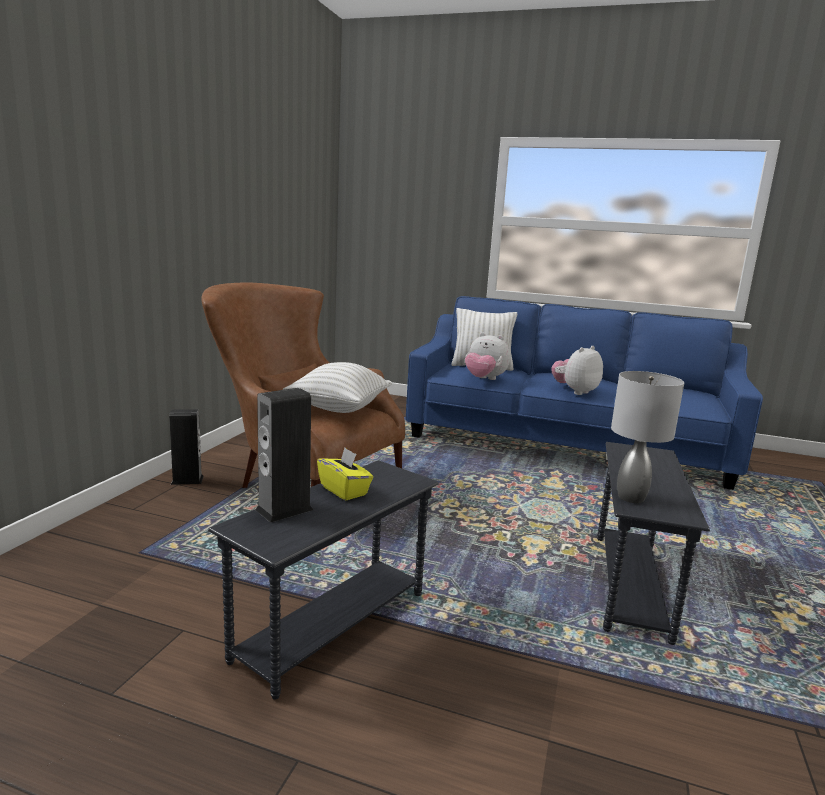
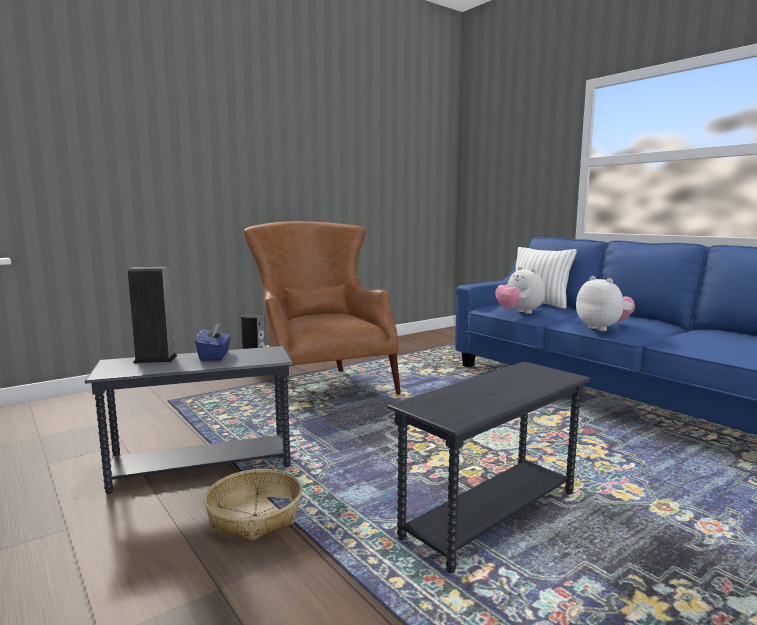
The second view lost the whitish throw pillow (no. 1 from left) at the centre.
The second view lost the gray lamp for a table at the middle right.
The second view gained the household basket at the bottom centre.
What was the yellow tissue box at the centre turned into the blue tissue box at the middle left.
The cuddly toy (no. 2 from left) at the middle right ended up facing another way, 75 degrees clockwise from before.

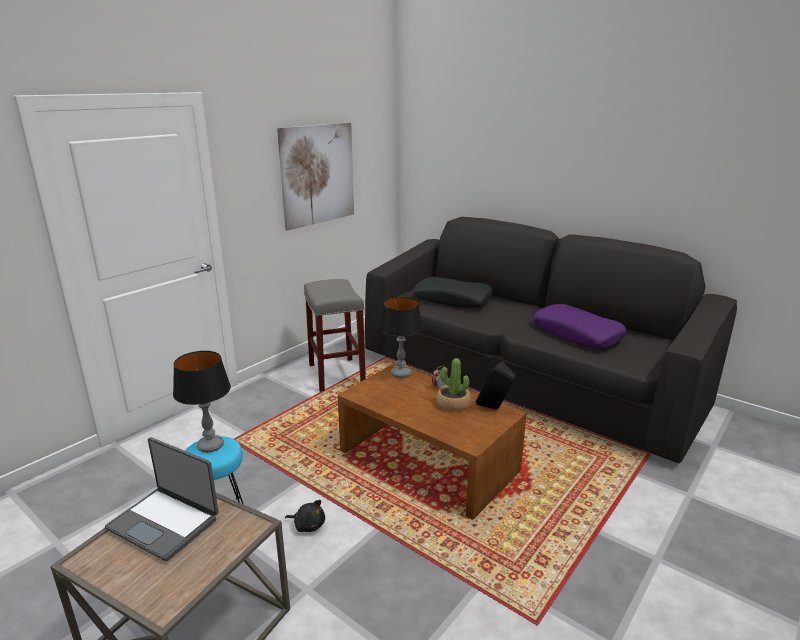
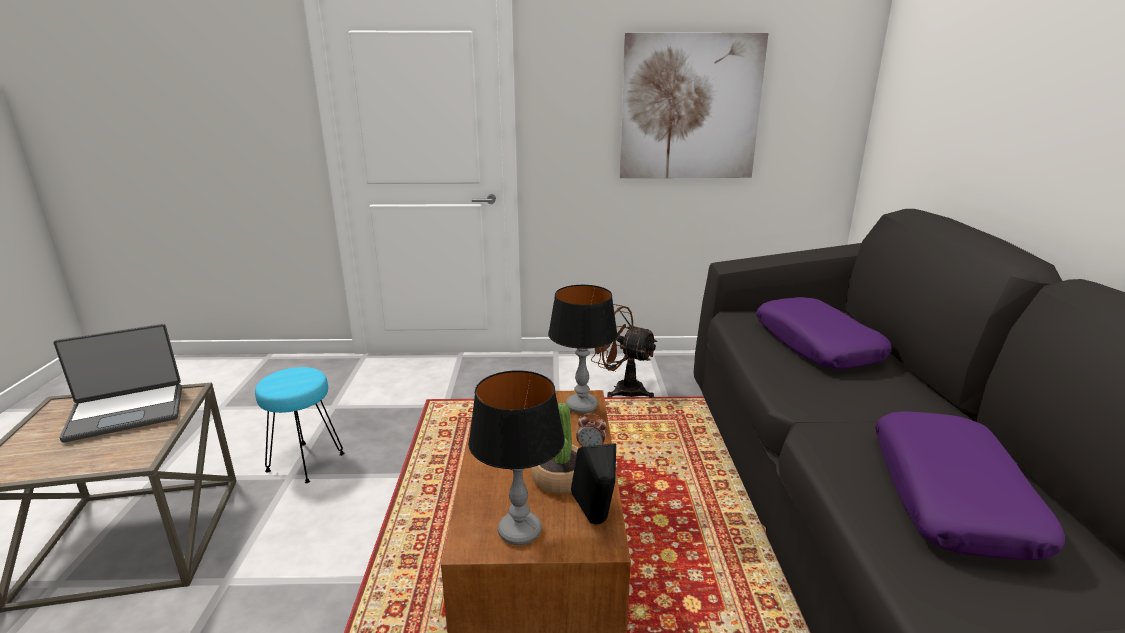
The second view lost the black cuddly toy at the bottom centre.
The lamp for a table (no. 1 from left) ended up elsewhere, having gone from the middle left to the bottom centre.
Where the gray stool seat stood at the centre, the brownish cooling fan came to stand at the centre.
What was the black throw pillow at the centre turned into the purplish throw pillow (no. 1 from left) at the middle right.
The portable computer at the bottom left ended up facing another way, 105 degrees counterclockwise from before.

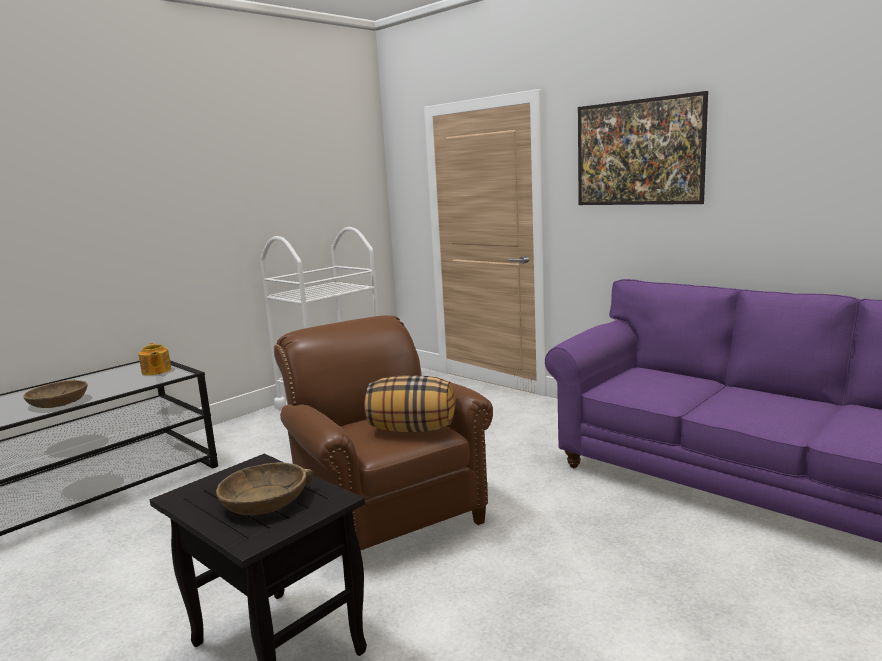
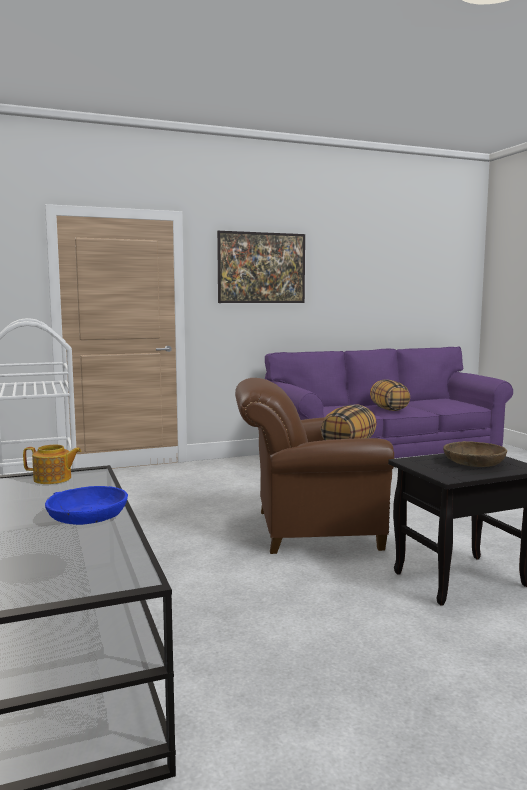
The second view gained the throw pillow (no. 2 from left) at the middle right.
What was the brownish deep dish (no. 1 from left) at the middle left turned into the blue deep dish at the middle left.

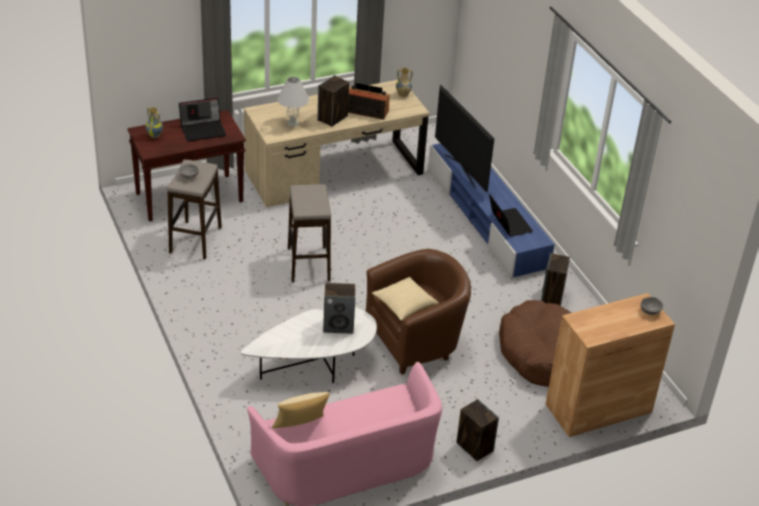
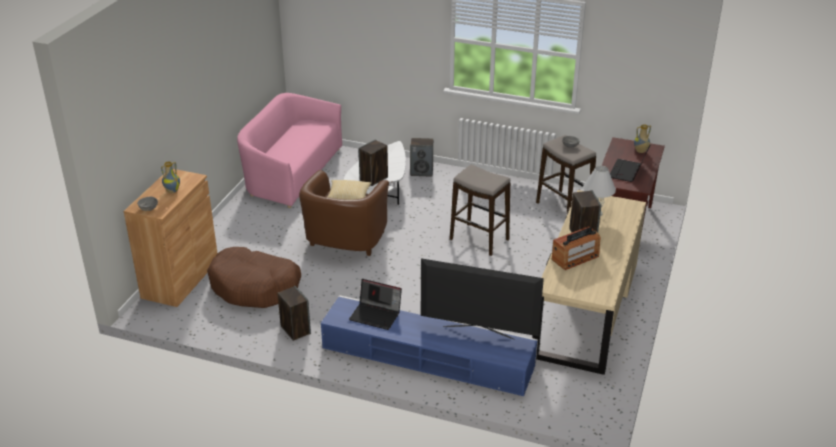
The second view lost the throw pillow (no. 1 from left) at the bottom centre.
The flower vase (no. 2 from left in the first image) ended up elsewhere, having gone from the top centre to the middle left.
The speaker (no. 3 from left) ended up elsewhere, having gone from the bottom centre to the centre.

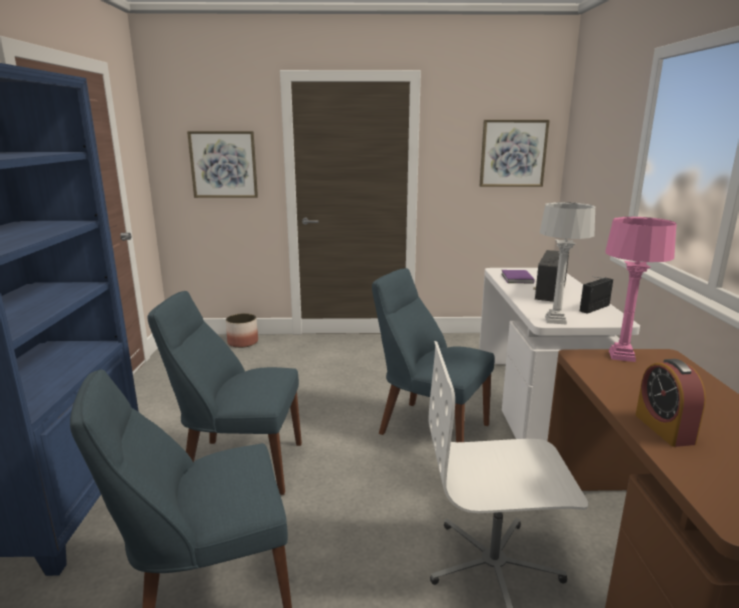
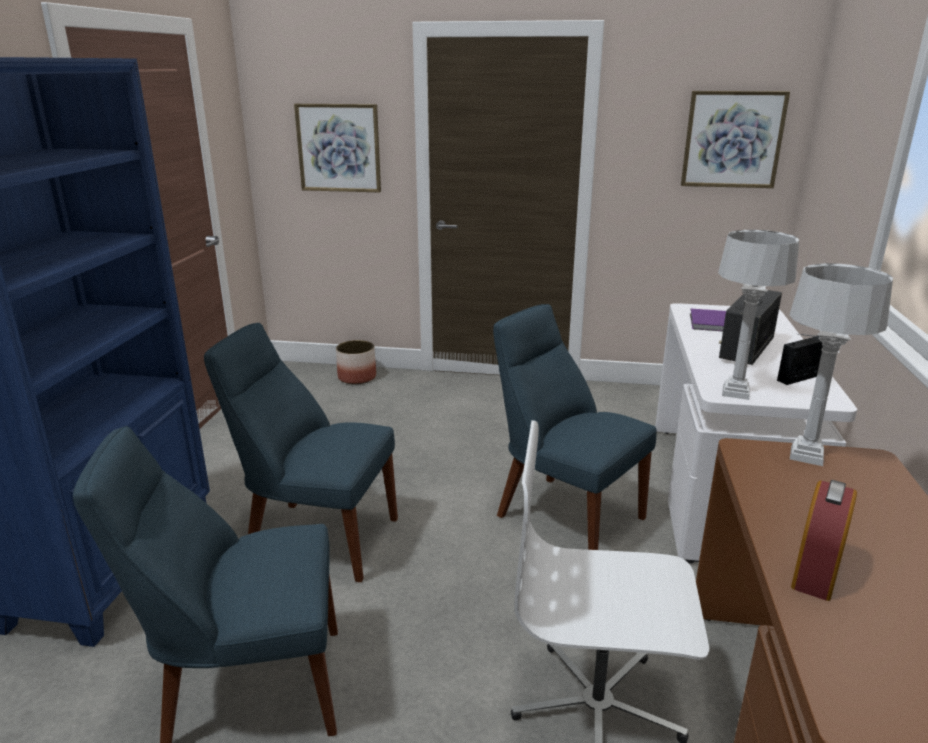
What was the pinkish lamp for a table at the middle right turned into the gray lamp for a table (no. 2 from left) at the middle right.
The table clock at the middle right ended up facing another way, 150 degrees counterclockwise from before.

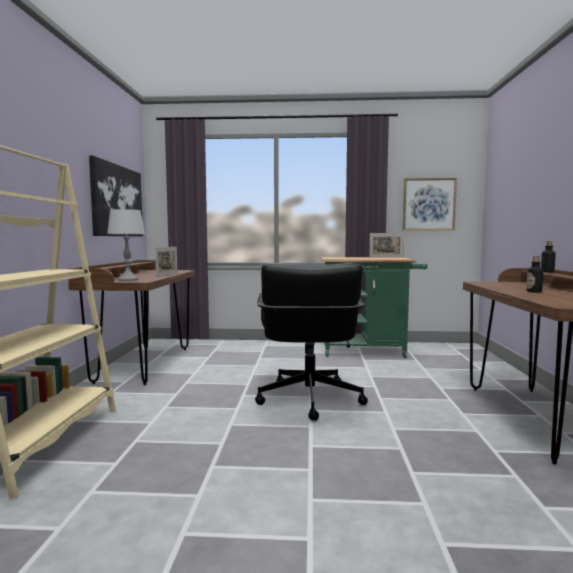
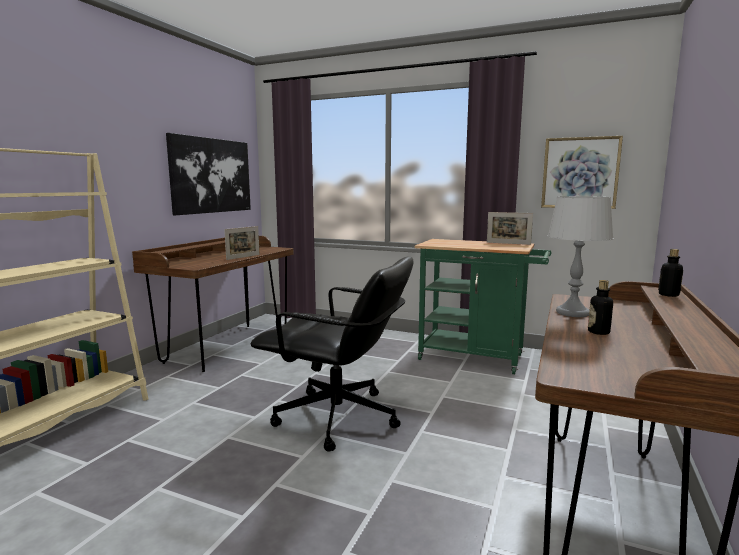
The gray lamp for a table ended up elsewhere, having gone from the middle left to the middle right.
The black computer chair at the centre ended up facing another way, 90 degrees counterclockwise from before.

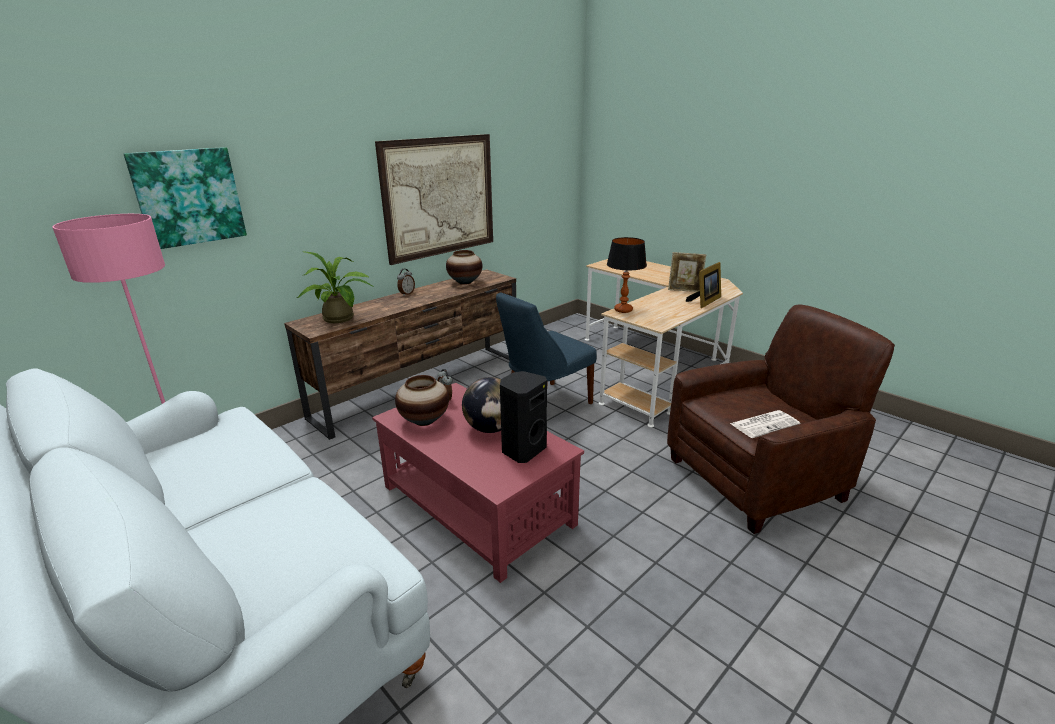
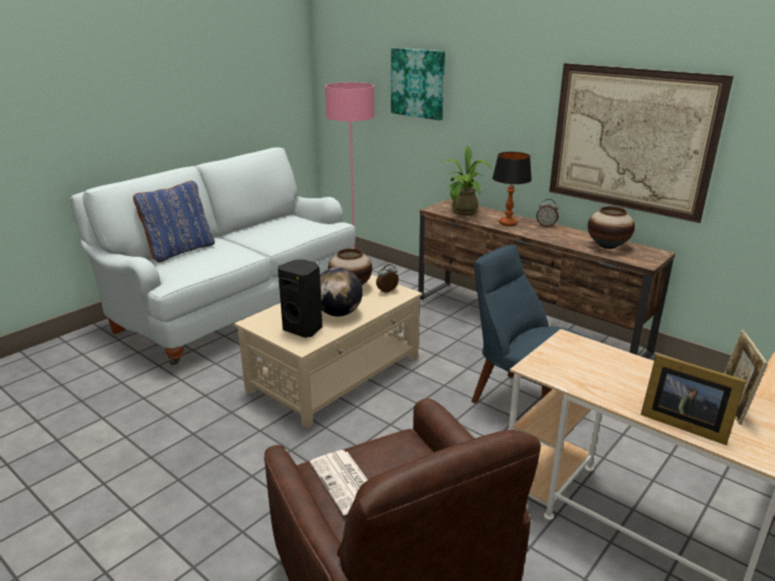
The second view gained the blue throw pillow at the middle left.
The lamp for a table ended up elsewhere, having gone from the centre to the top centre.
What was the red-coloured low table at the bottom centre turned into the beige low table at the centre.

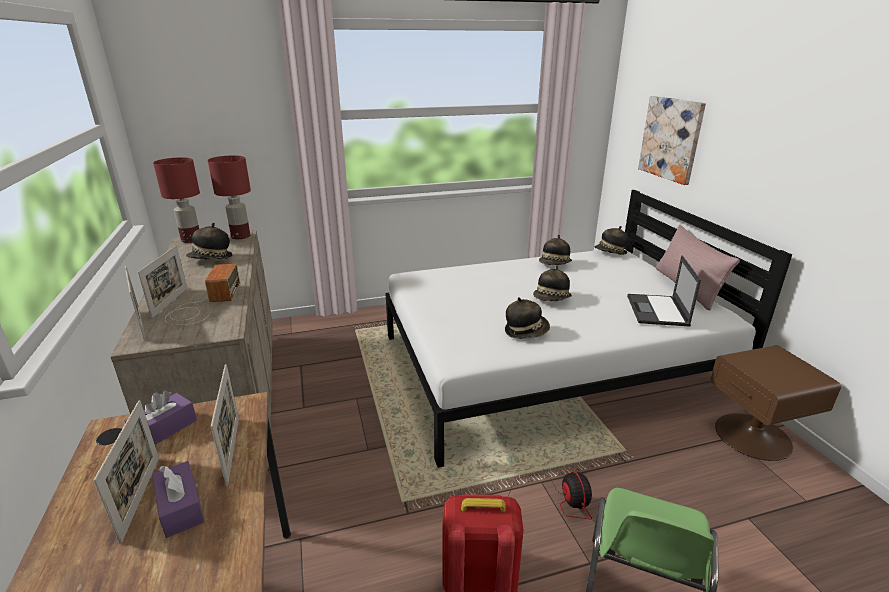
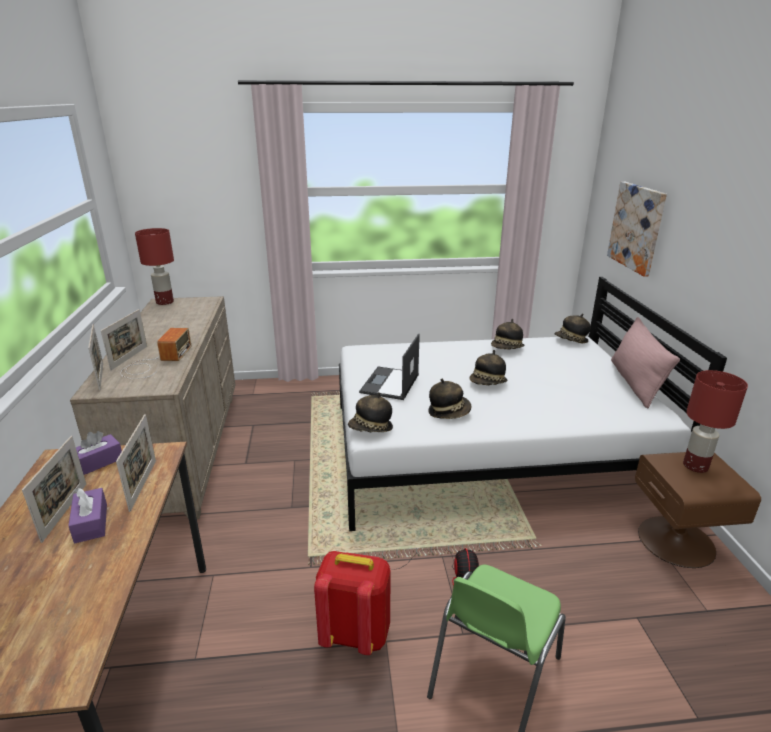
The clothing hat (no. 1 from left) ended up elsewhere, having gone from the middle left to the centre.
The red-coloured lamp for a table (no. 2 from left) ended up elsewhere, having gone from the top left to the middle right.
The portable computer ended up elsewhere, having gone from the middle right to the centre.

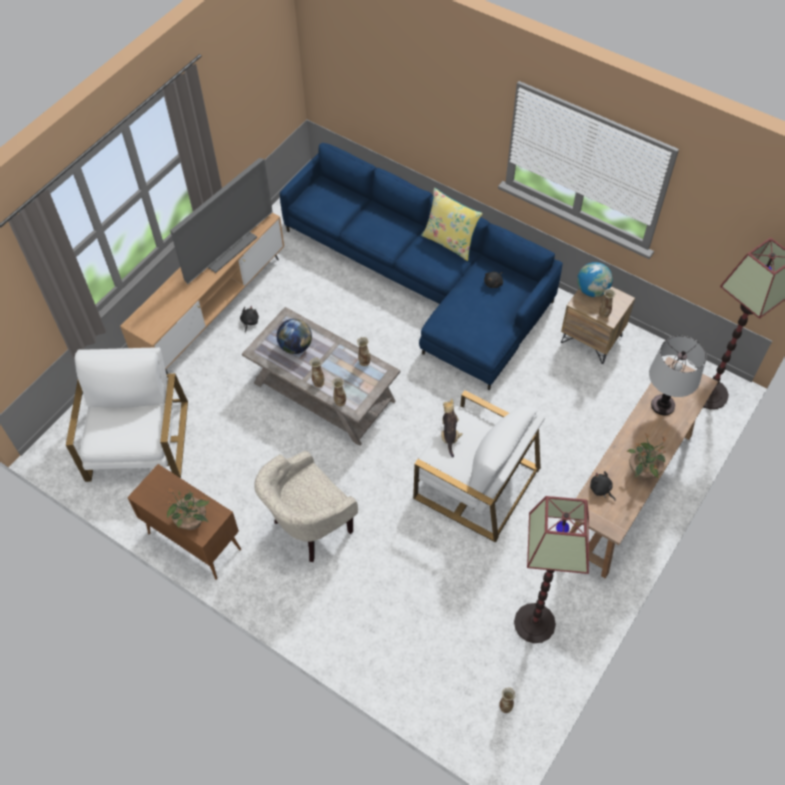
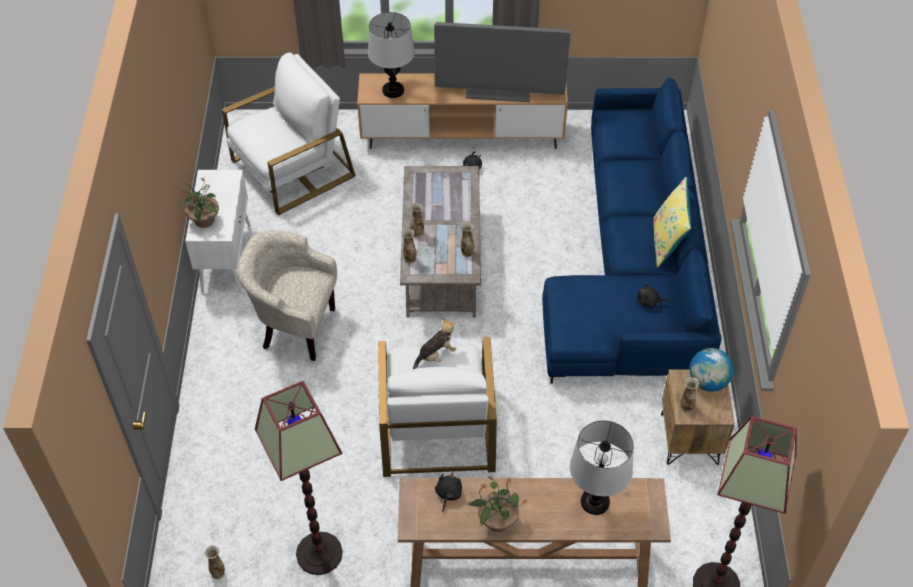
The second view lost the globe (no. 1 from left) at the centre.
The second view gained the lamp for a table (no. 1 from left) at the top centre.
What was the brownish cabinet at the middle left turned into the whitish cabinet at the middle left.

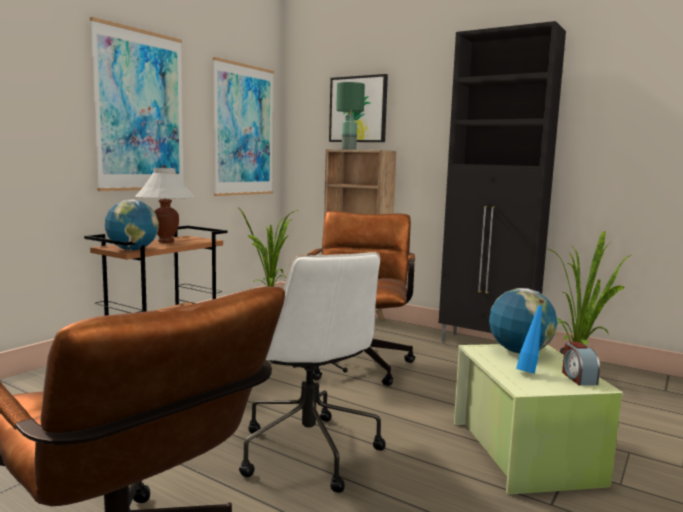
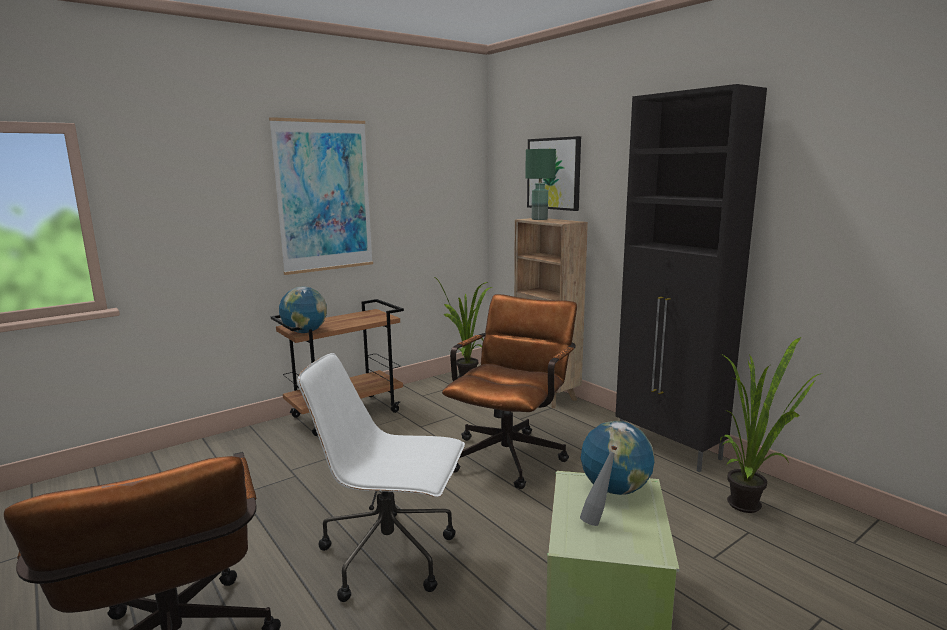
The second view lost the whitish lamp for a table at the middle left.
The second view lost the picture (no. 2 from left) at the top centre.
The second view lost the table clock at the bottom right.
What was the blue drink bottle at the middle right turned into the gray drink bottle at the bottom centre.
The whitish computer chair at the bottom centre ended up facing another way, 105 degrees clockwise from before.

